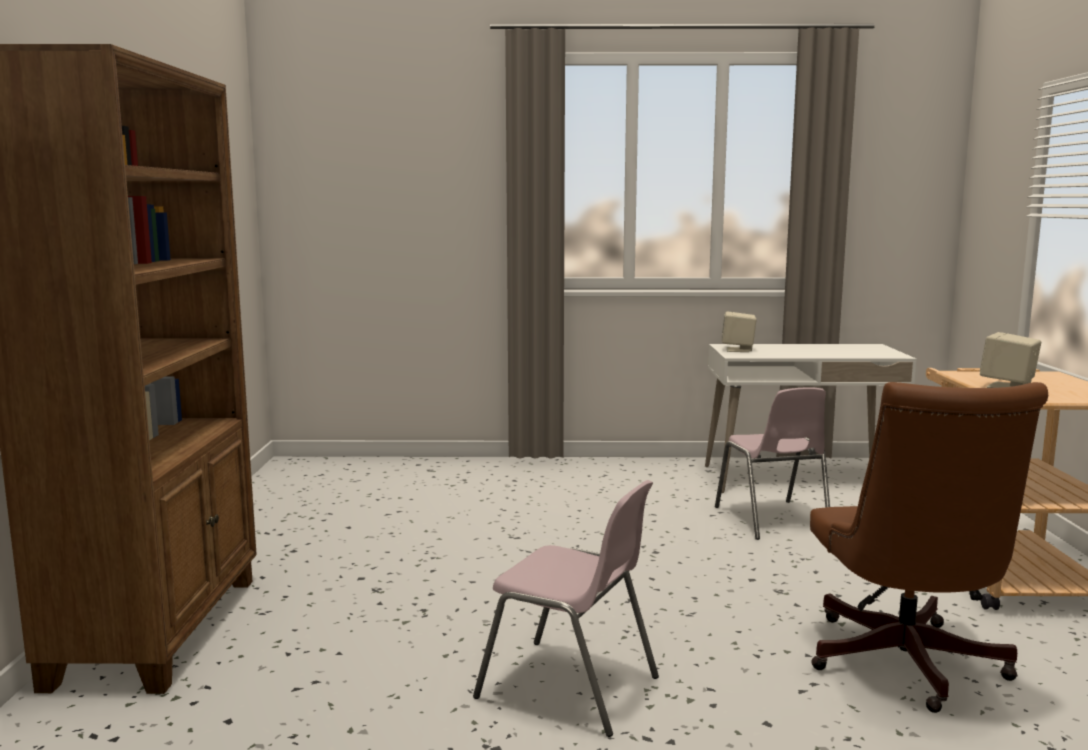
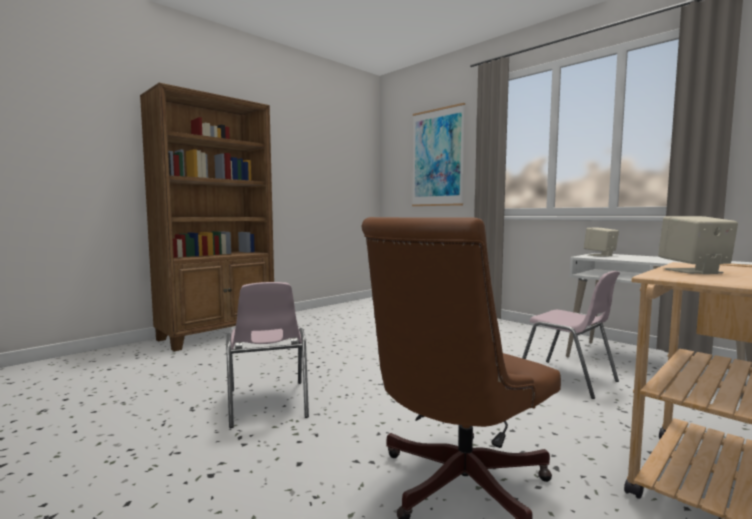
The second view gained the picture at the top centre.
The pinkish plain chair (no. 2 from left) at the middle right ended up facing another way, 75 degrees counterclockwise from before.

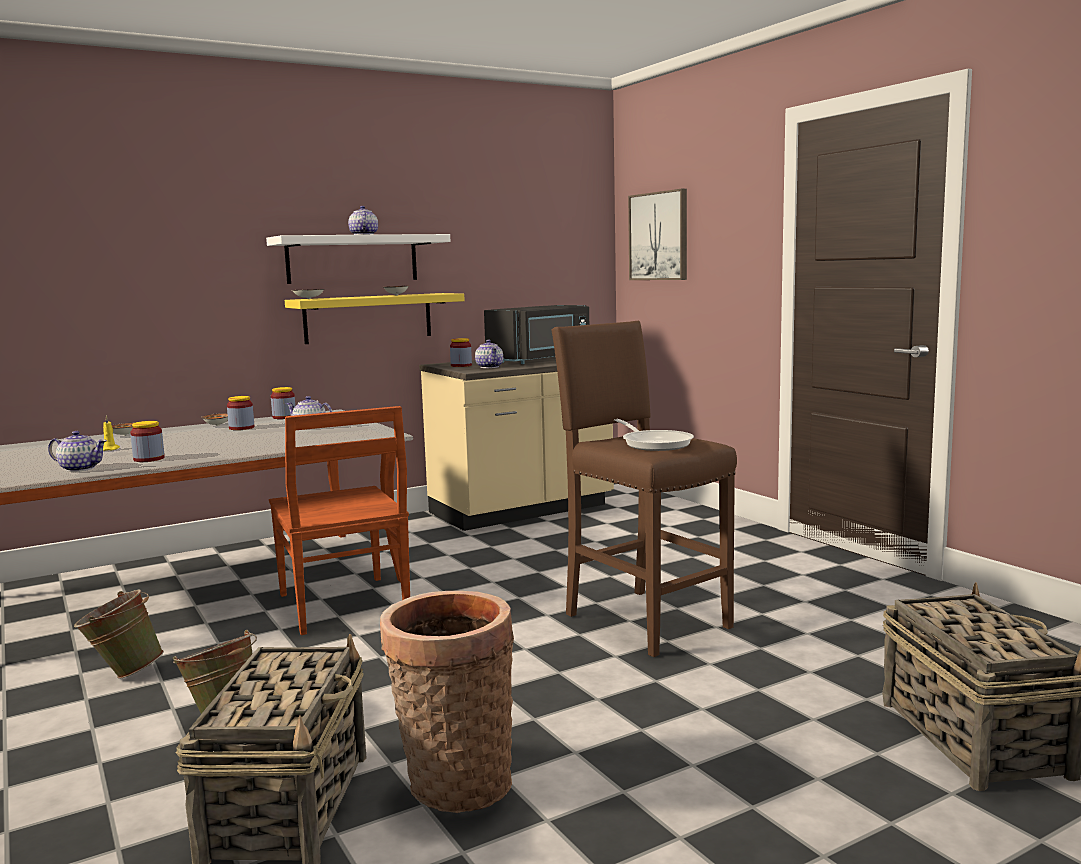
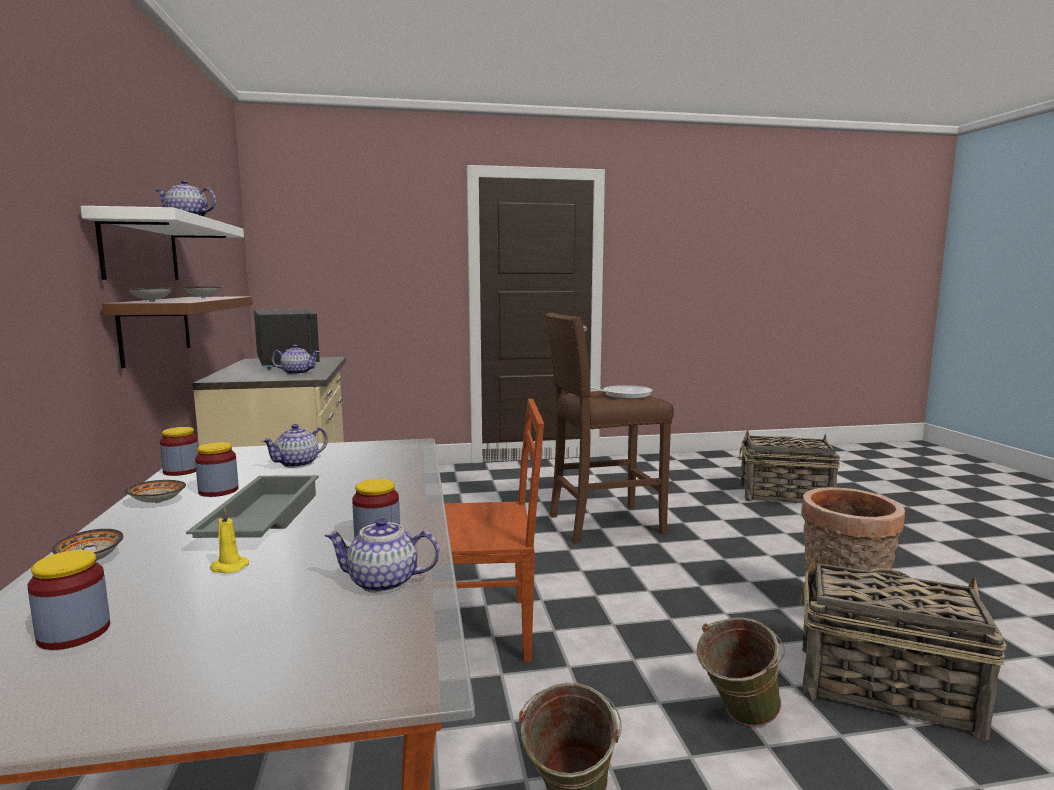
The second view lost the picture at the top centre.
The second view gained the gray tray at the middle left.
The storage jar (no. 4 from left in the first image) ended up elsewhere, having gone from the centre to the bottom left.
What was the yellow bracket shelf at the centre turned into the brownish bracket shelf at the middle left.
The tea pot (no. 1 from left in the first image) at the middle left ended up facing another way, 120 degrees counterclockwise from before.

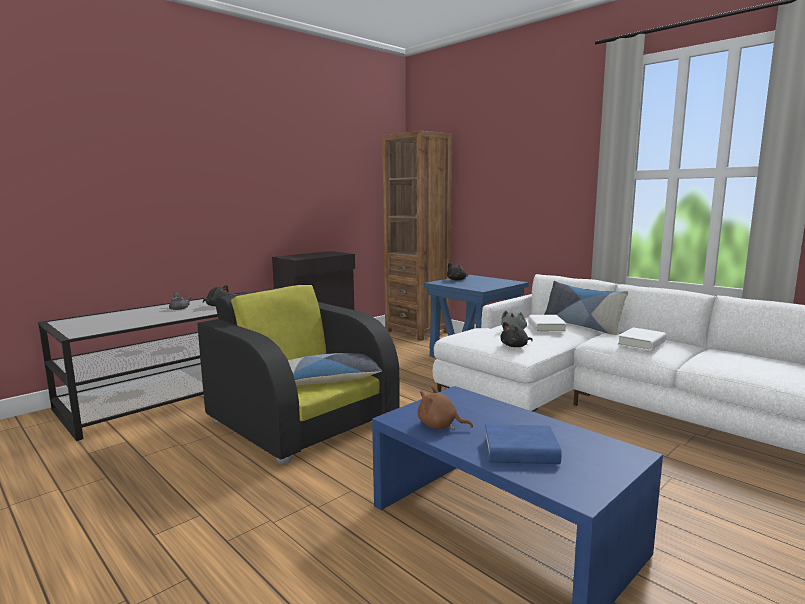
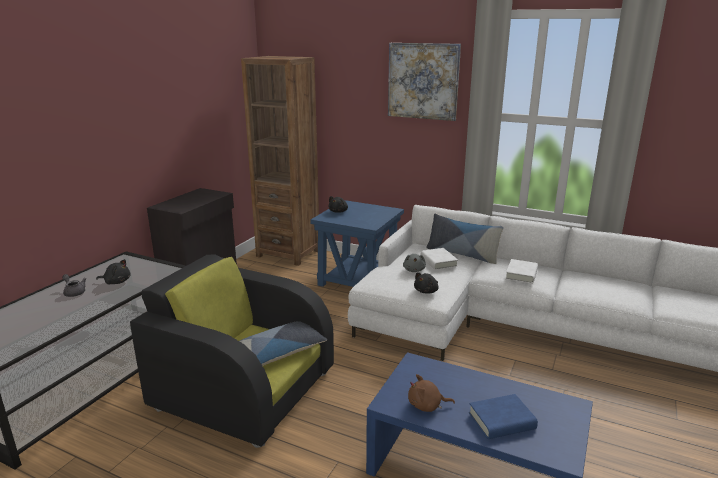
The second view gained the picture at the top centre.

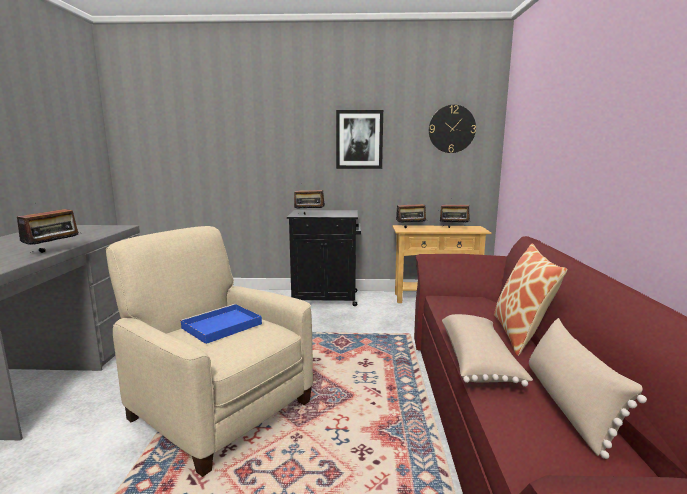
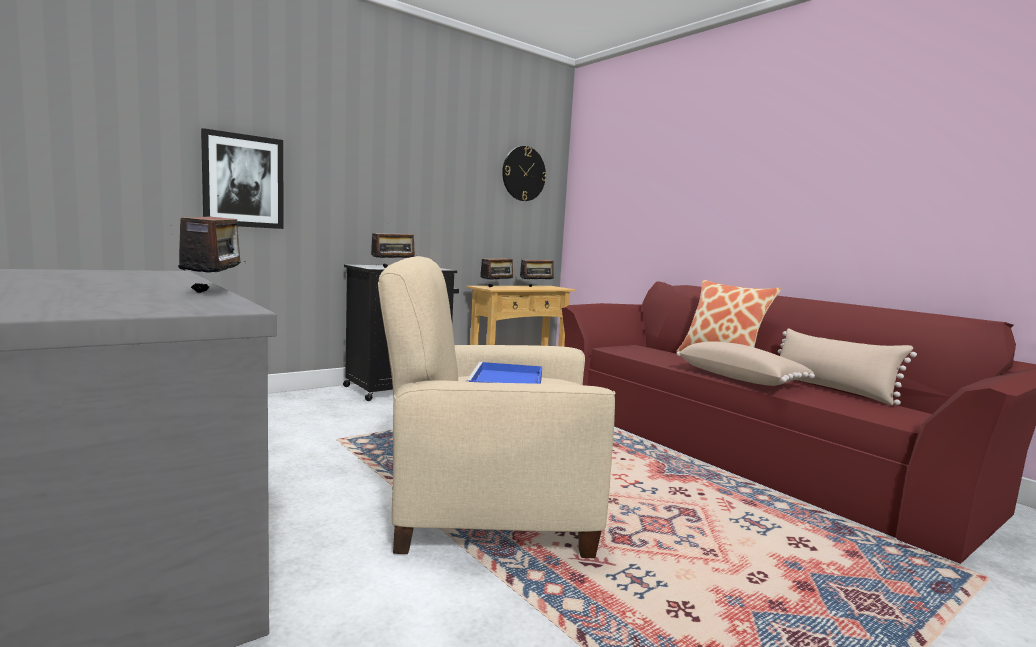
The picture ended up elsewhere, having gone from the top centre to the top left.

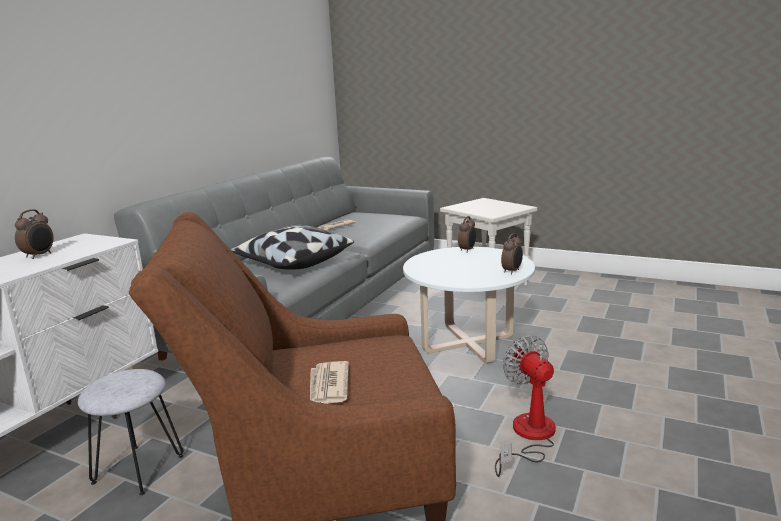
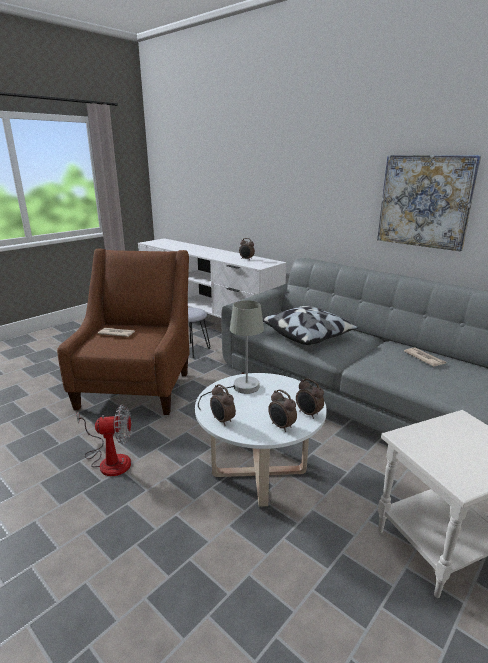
The second view gained the gray lamp for a table at the centre.
The second view gained the table clock (no. 3 from left) at the centre.
The second view gained the picture at the top right.

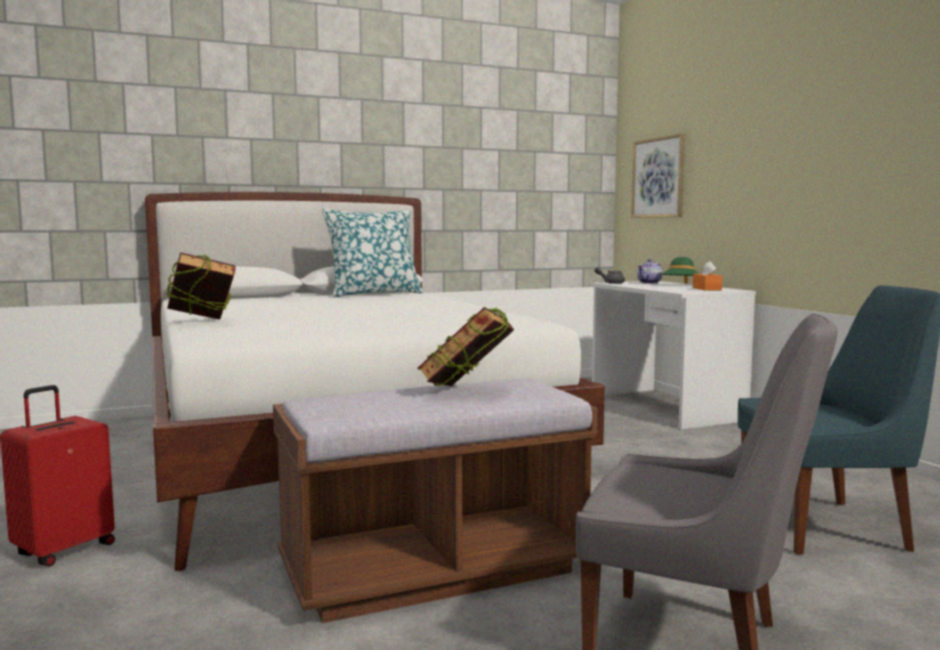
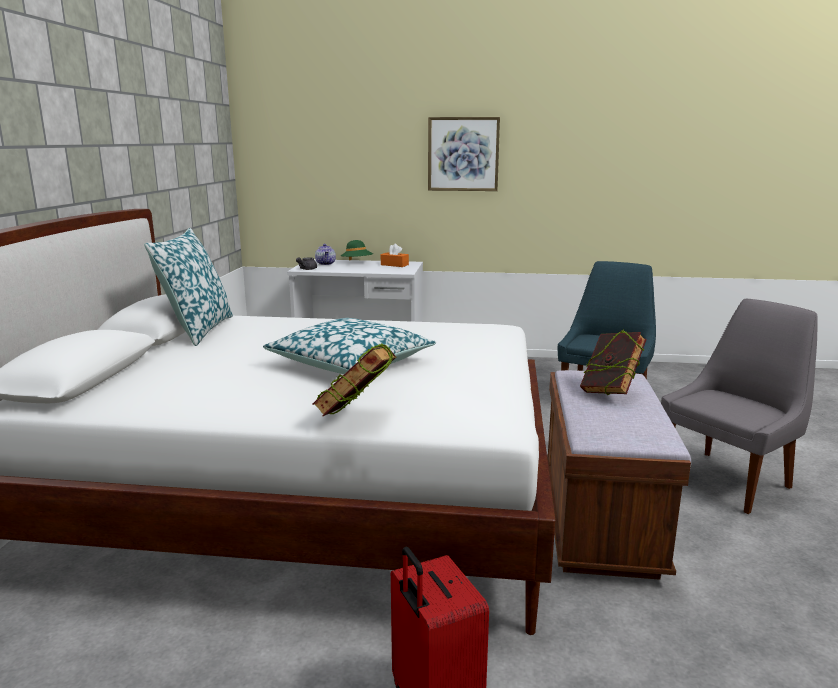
The second view gained the throw pillow (no. 2 from left) at the centre.
The picture ended up elsewhere, having gone from the top right to the top centre.

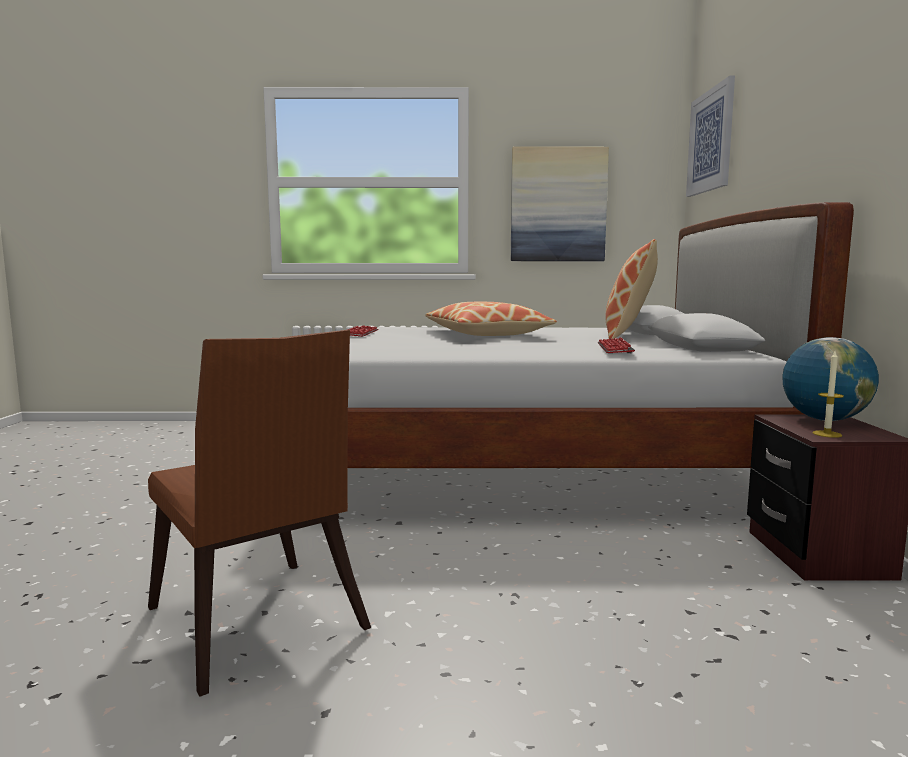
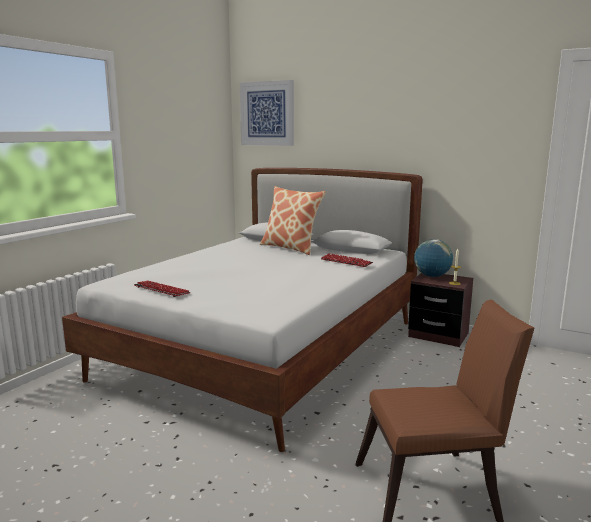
The second view lost the throw pillow (no. 1 from left) at the centre.
The second view lost the picture (no. 1 from left) at the top centre.

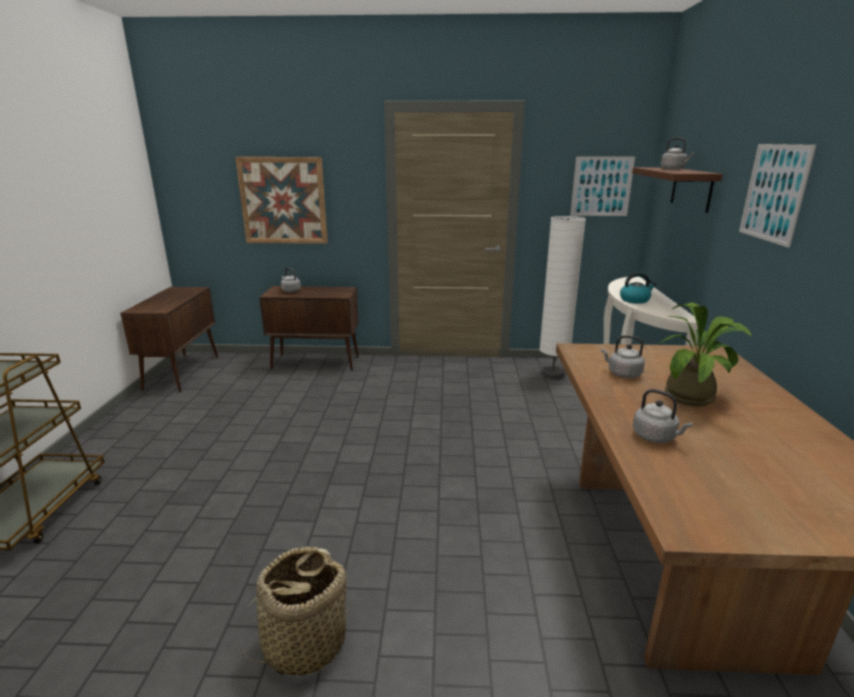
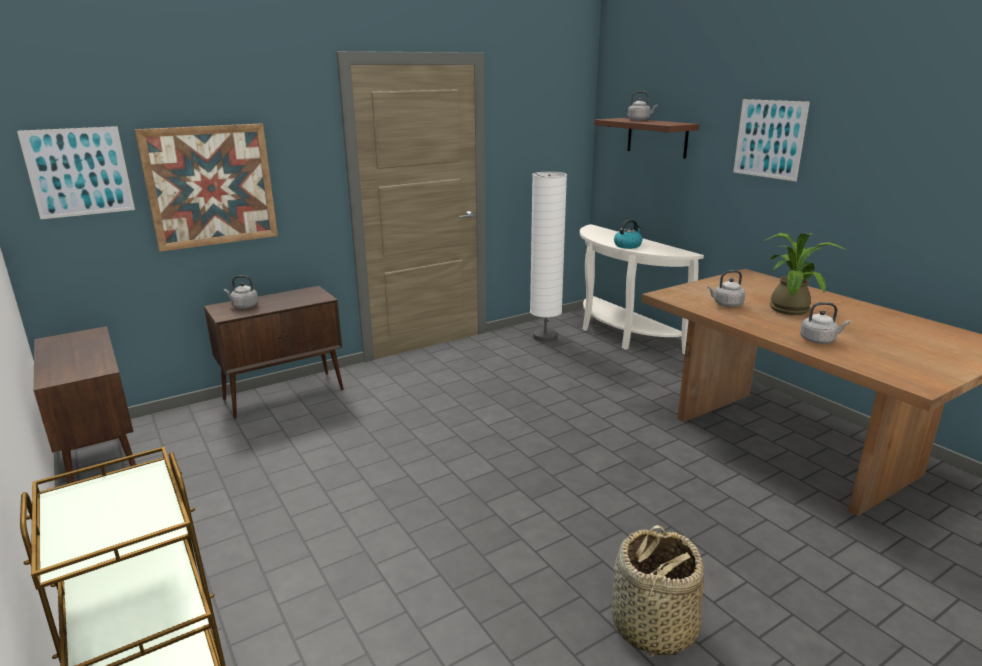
The picture (no. 2 from left in the first image) ended up elsewhere, having gone from the top right to the top left.

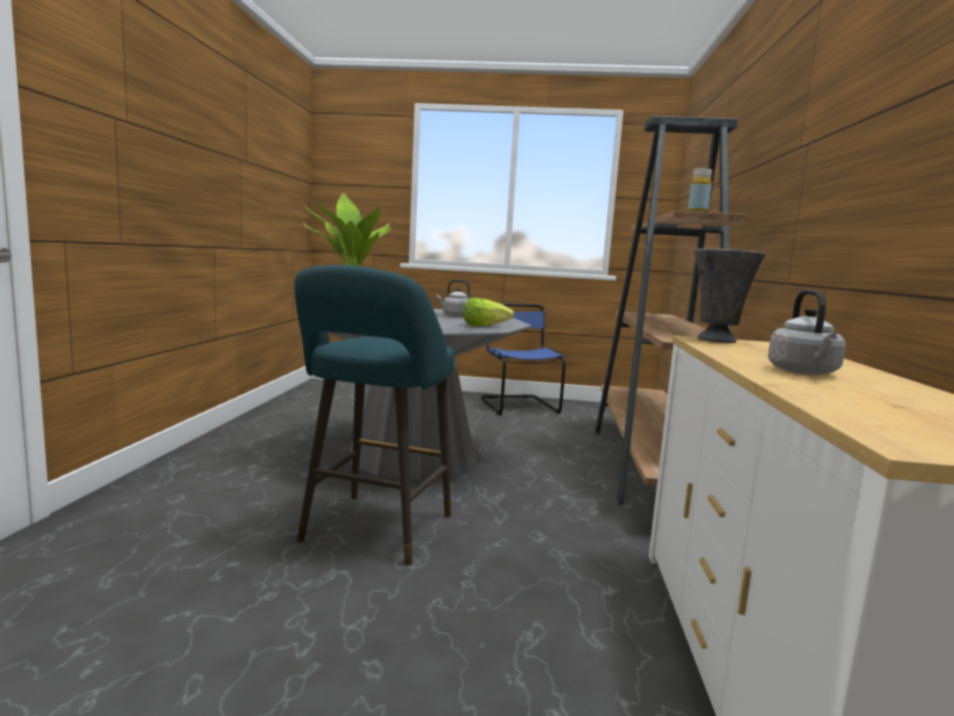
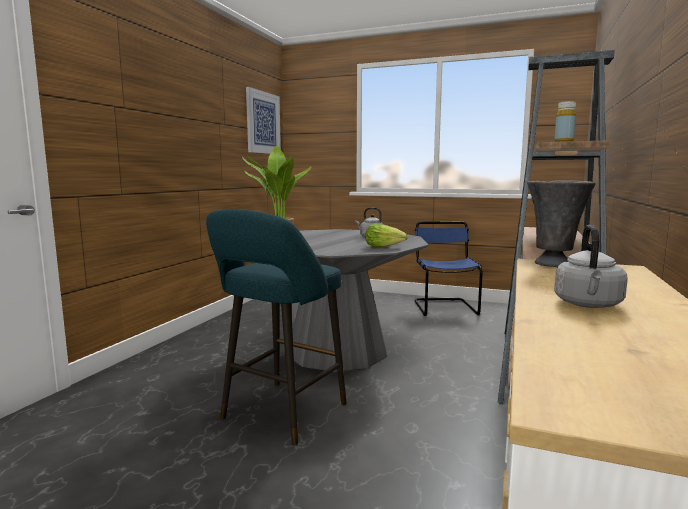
The second view gained the picture at the top centre.

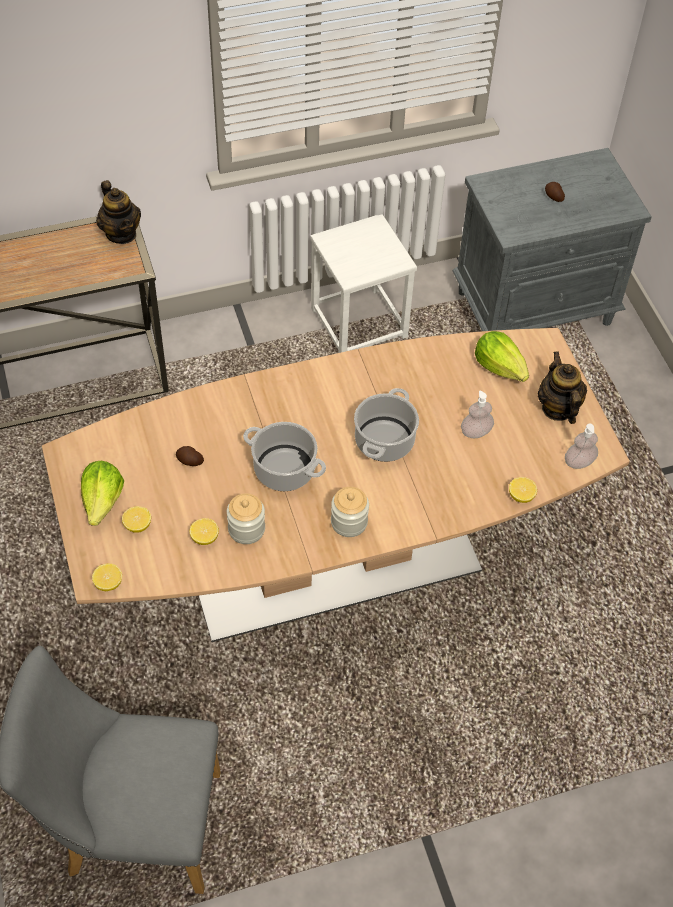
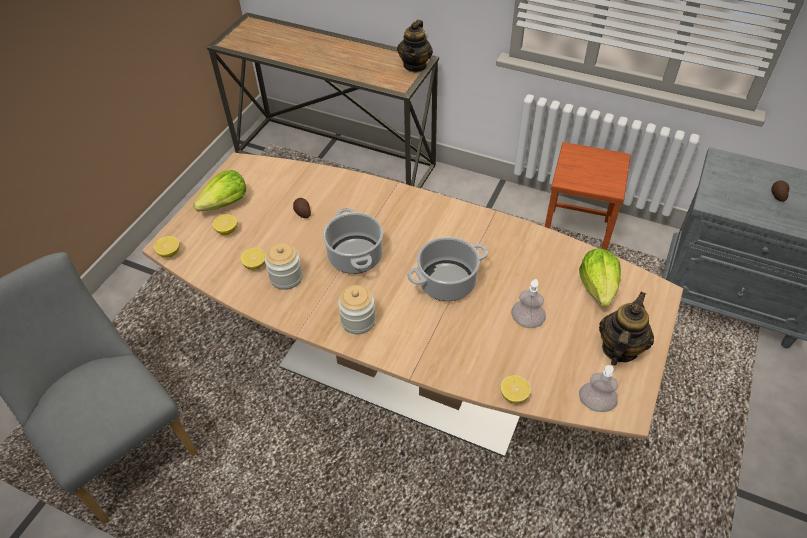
What was the whitish stool seat at the top centre turned into the brownish stool seat at the middle right.

